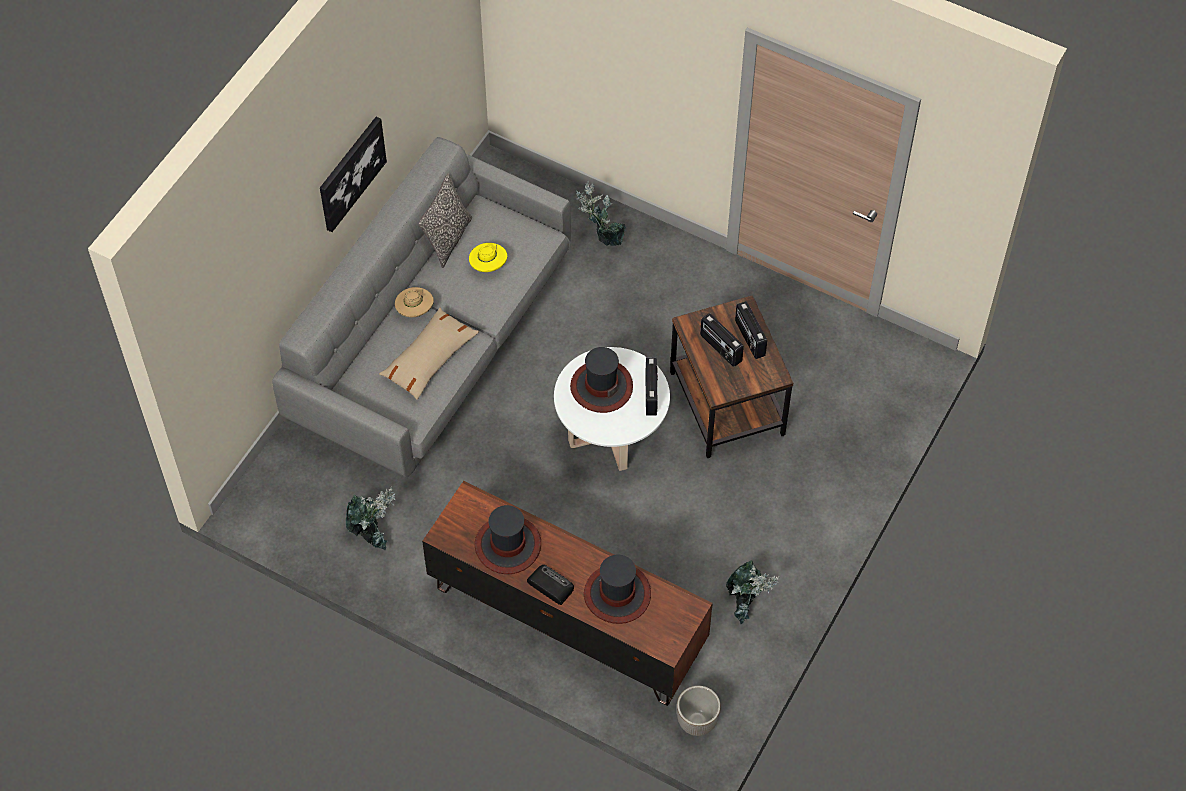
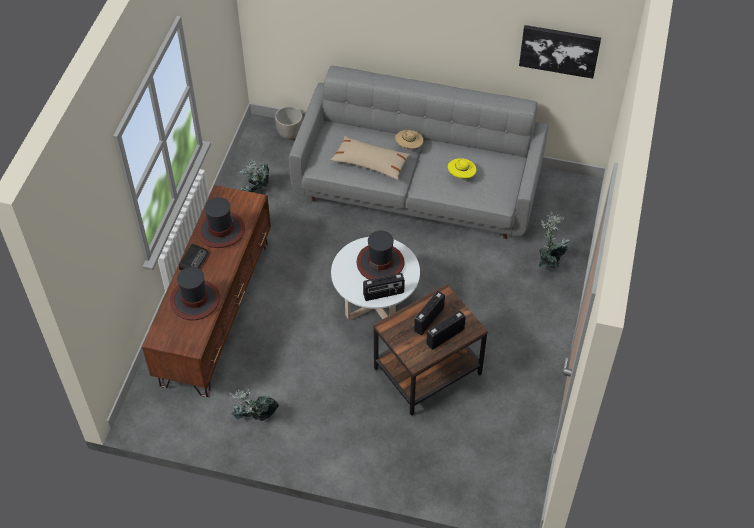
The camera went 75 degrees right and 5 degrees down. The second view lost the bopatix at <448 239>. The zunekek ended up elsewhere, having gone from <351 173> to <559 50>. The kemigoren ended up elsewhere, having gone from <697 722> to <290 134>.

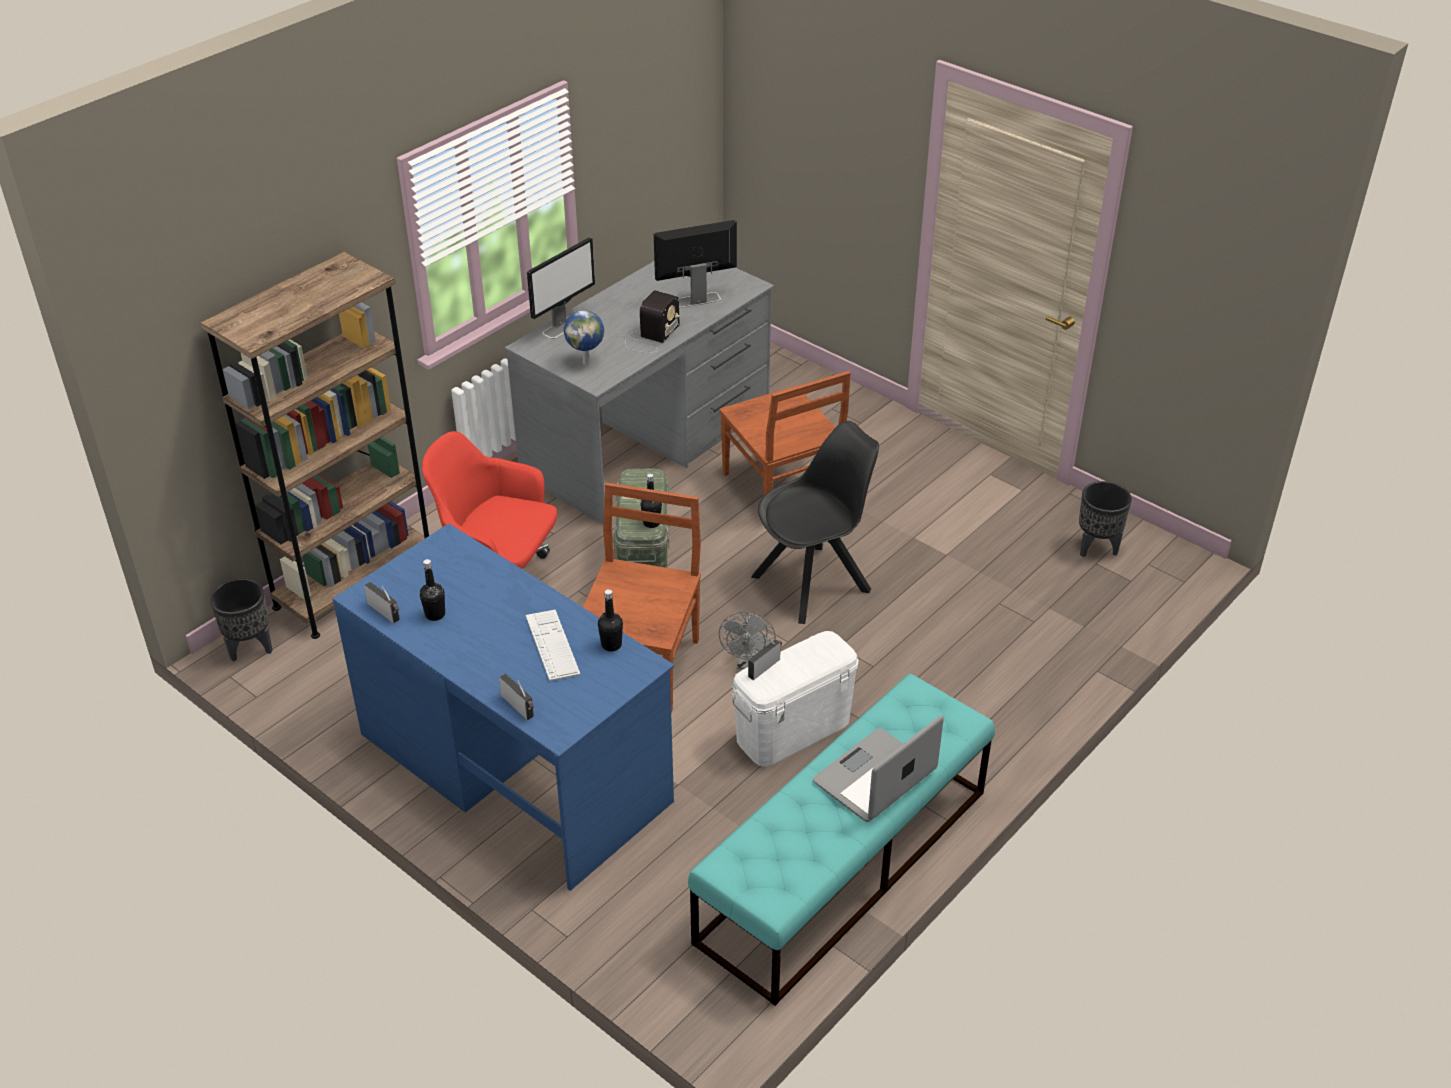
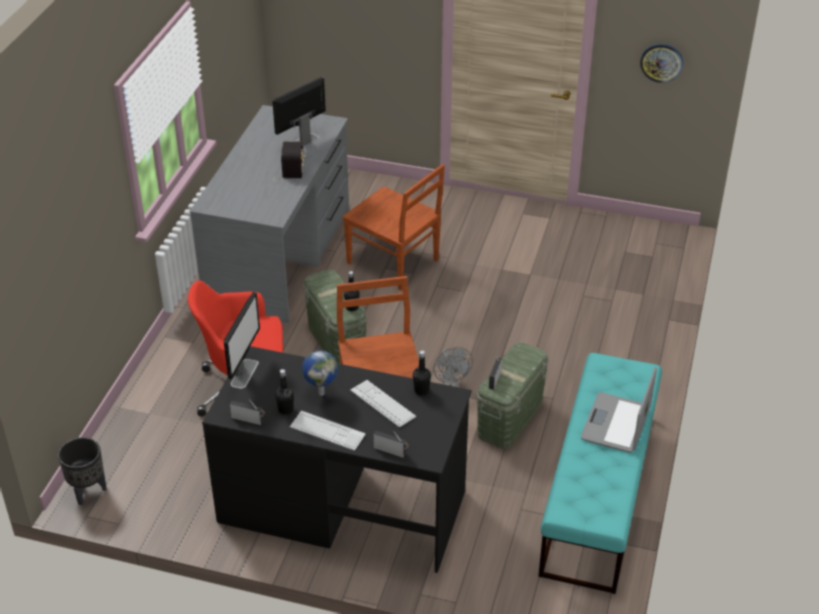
The camera went 25 degrees left and 0 degrees up. The second view lost the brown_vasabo at <354 583>. The second view lost the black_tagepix at <814 582>. The second view lost the black_kemigoren at <1097 548>. The second view gained the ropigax at <327 431>. The second view gained the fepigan at <661 62>. The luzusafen ended up elsewhere, having gone from <563 326> to <244 373>. The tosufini ended up elsewhere, having gone from <586 362> to <321 393>. What was the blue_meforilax at <515 766> turned into the black_meforilax at <342 505>. What was the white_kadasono at <793 730> turned into the green_kadasono at <510 419>.

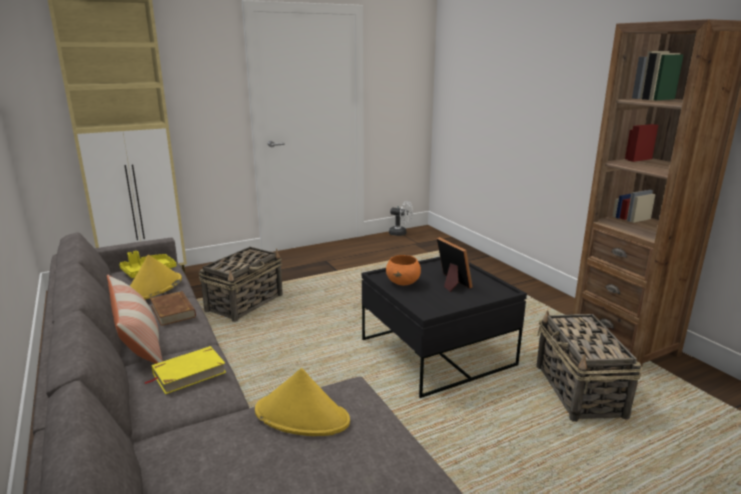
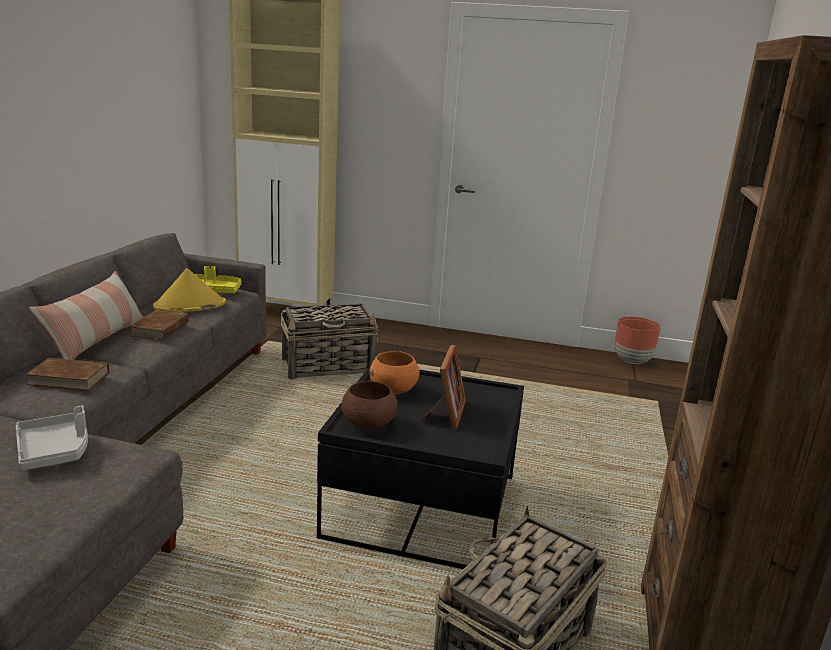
The camera went 40 degrees right and 0 degrees up. The second view gained the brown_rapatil at <368 424>. Where the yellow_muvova stood at <302 416>, the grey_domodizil came to stand at <54 451>. Where the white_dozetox stood at <400 233>, the brown_kemigoren came to stand at <632 361>. What was the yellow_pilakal at <189 373> turned into the brown_pilakal at <69 378>.

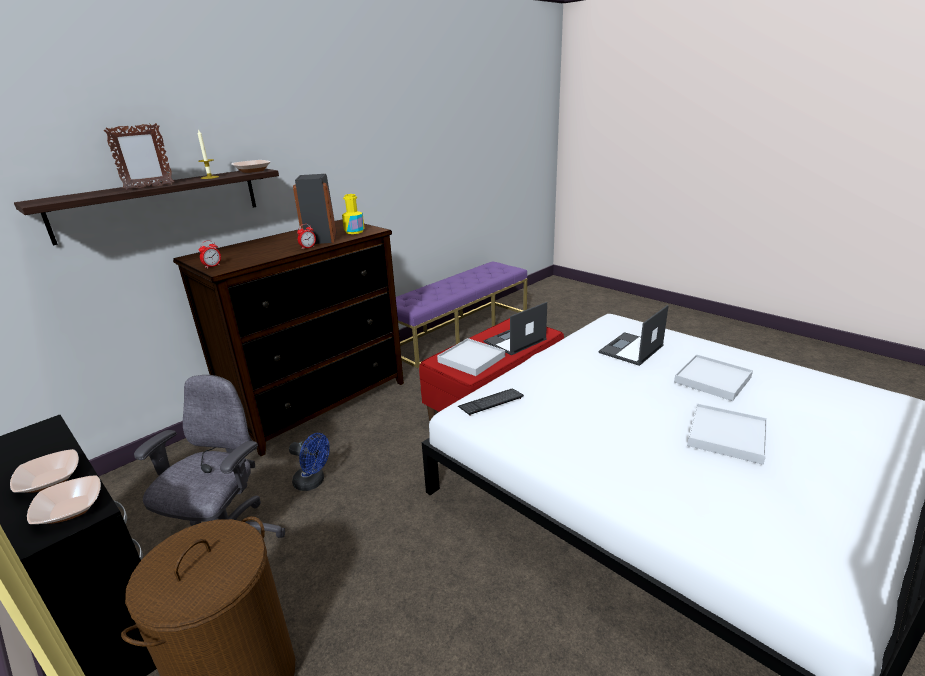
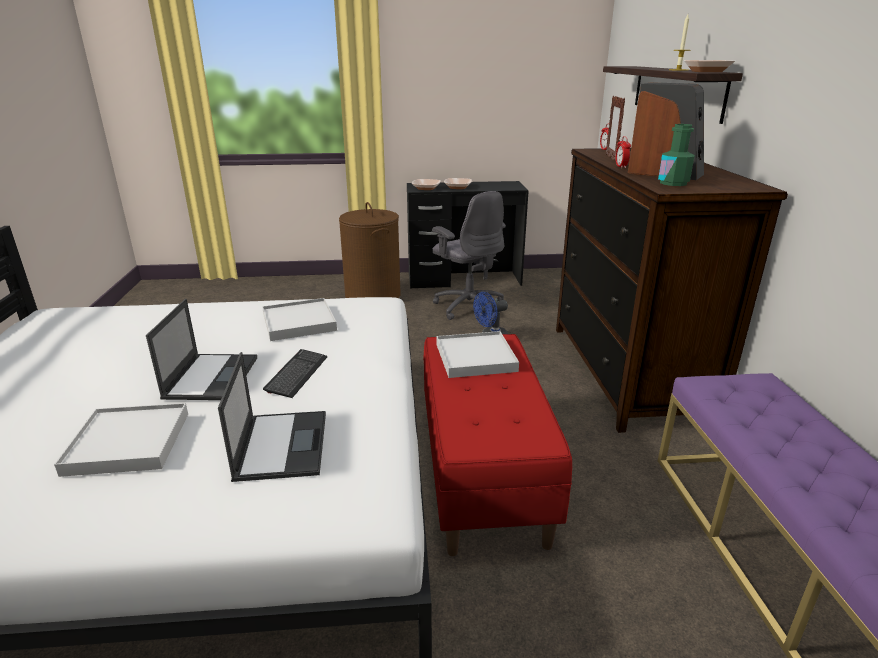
The camera went 130 degrees right and 0 degrees up. The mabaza ended up elsewhere, having gone from <149 187> to <611 158>. The ropigax ended up elsewhere, having gone from <491 402> to <297 374>. The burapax ended up elsewhere, having gone from <514 341> to <212 376>. The white_domodizil ended up elsewhere, having gone from <726 436> to <299 322>. What was the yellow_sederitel at <354 232> turned into the green_sederitel at <673 183>.

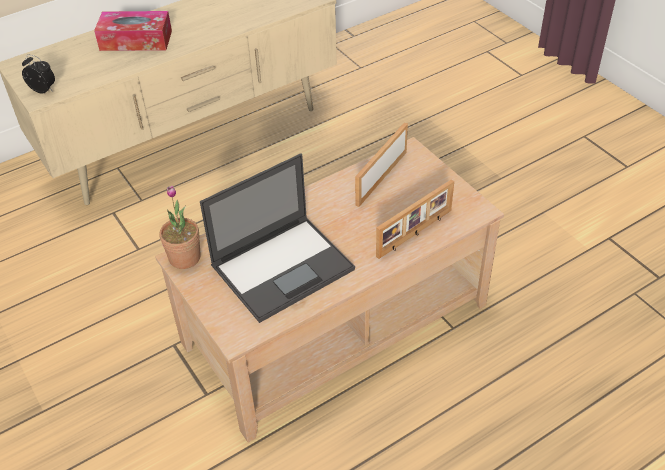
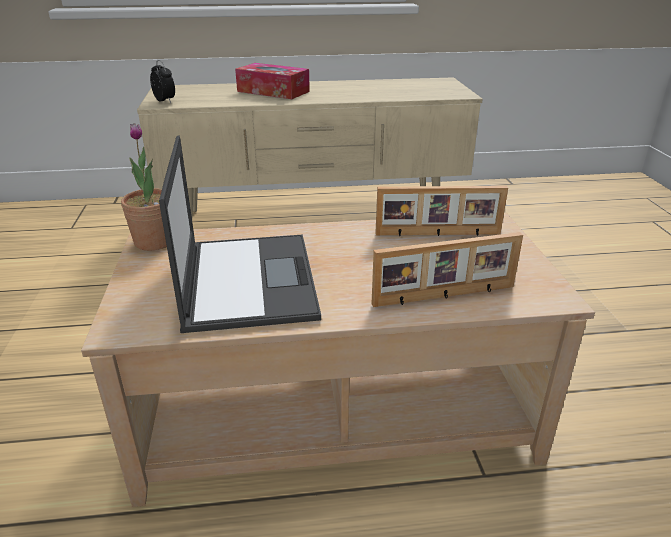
The camera went 25 degrees right and 15 degrees down. The burapax at <284 267> ended up facing another way, 90 degrees counterclockwise from before. The mabaza at <380 177> ended up facing another way, 150 degrees counterclockwise from before.

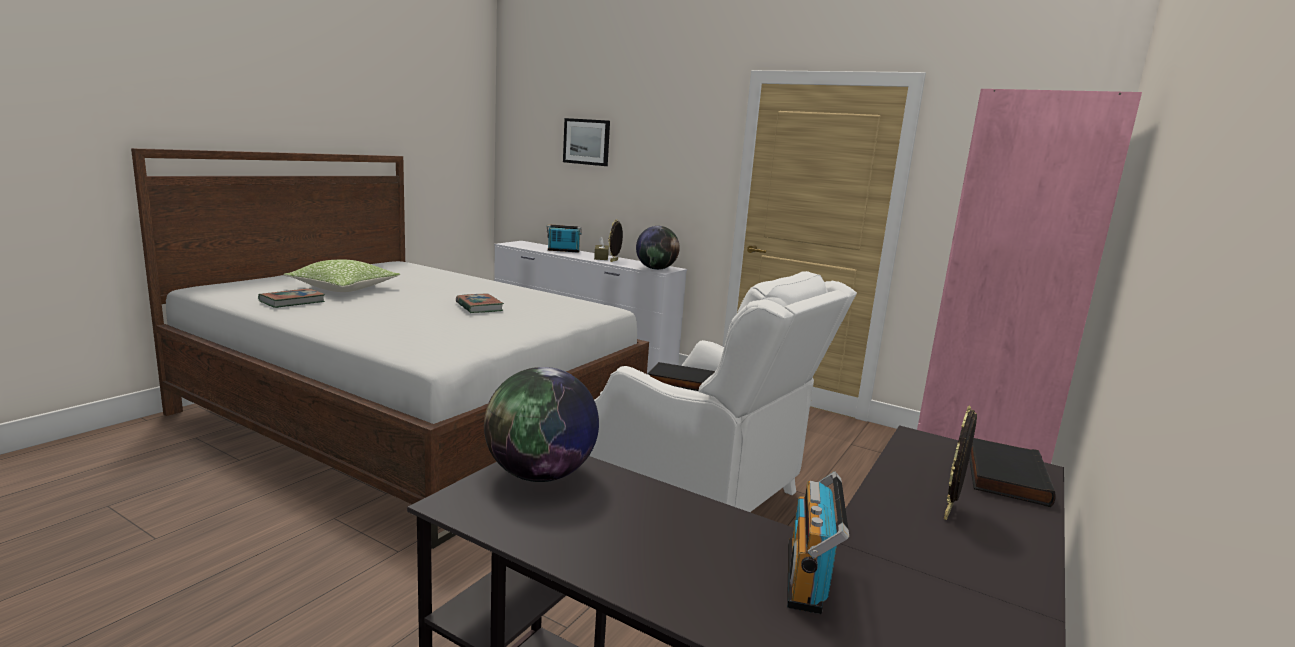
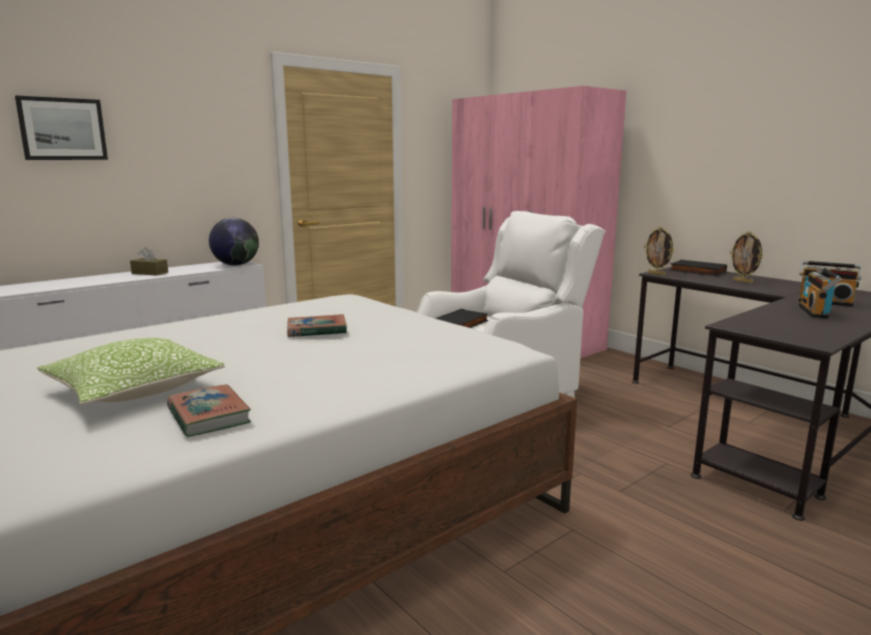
The camera went 70 degrees left and 0 degrees up. The second view lost the tosufini at <540 475>. The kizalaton ended up elsewhere, having gone from <563 251> to <816 312>. The mabaza ended up elsewhere, having gone from <614 261> to <656 274>.

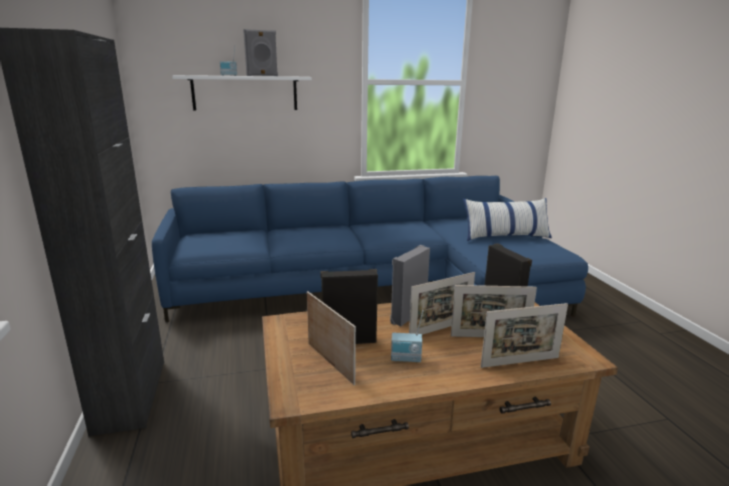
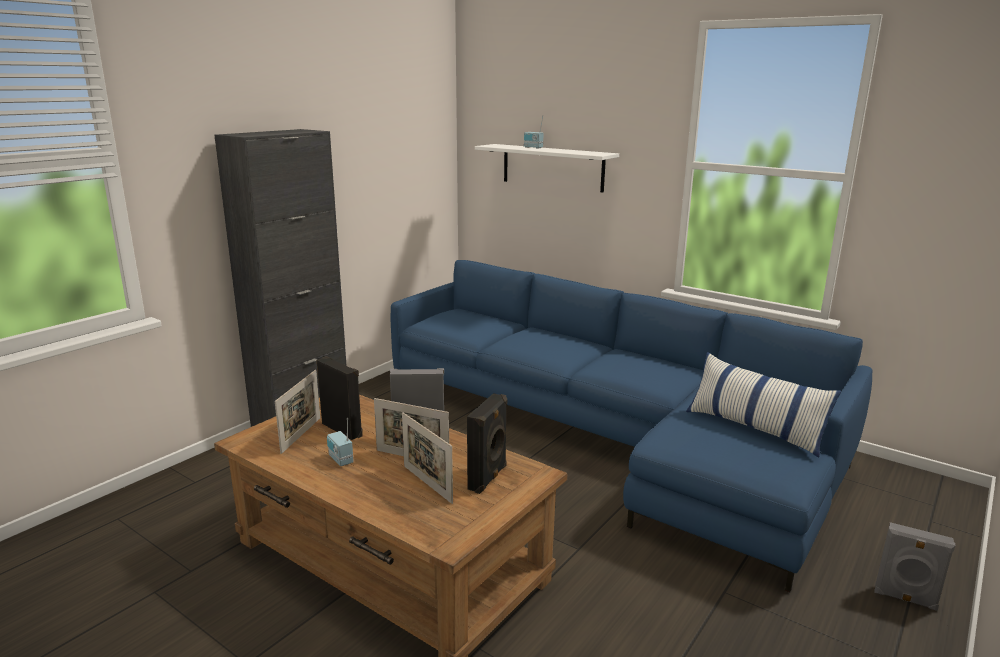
The camera went 50 degrees right and 0 degrees up. The second view lost the mabaza at <520 362>. The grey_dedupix ended up elsewhere, having gone from <262 76> to <905 599>.

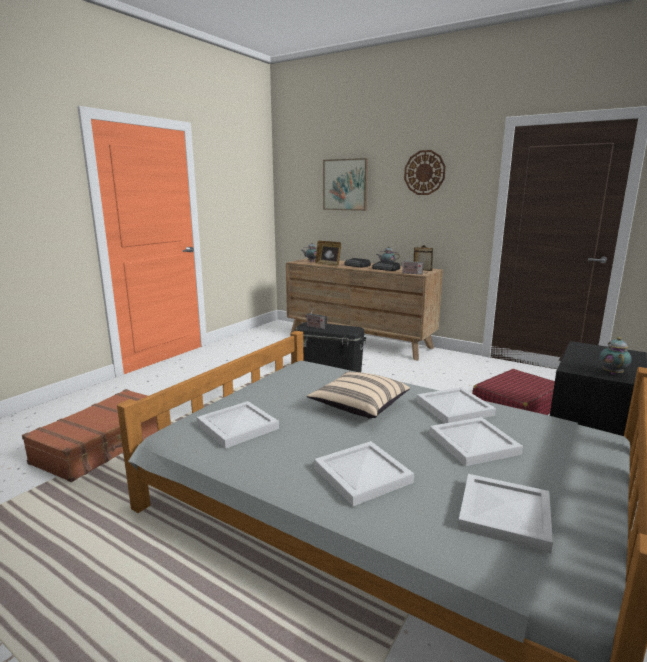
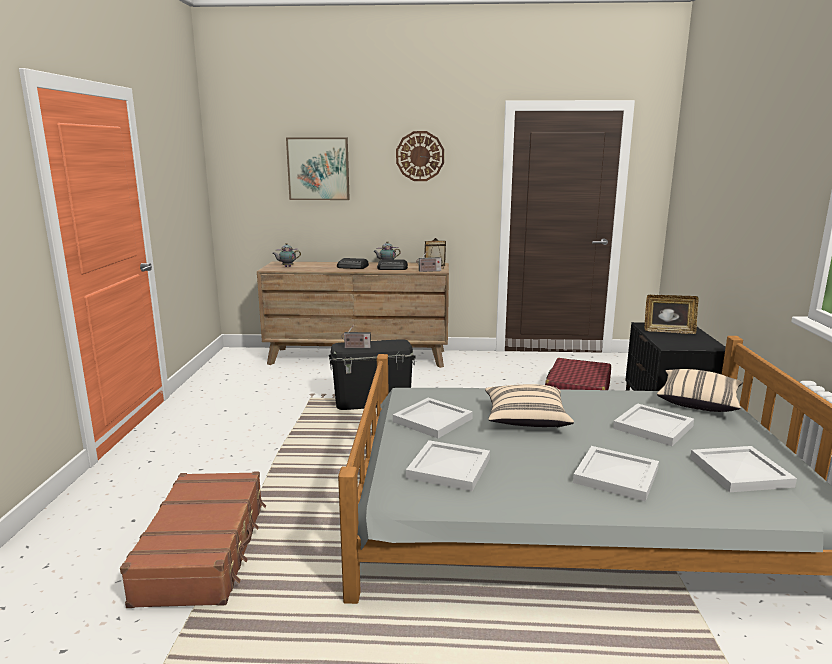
The camera went 30 degrees left and 0 degrees up. The second view lost the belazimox at <612 373>. The second view gained the beige_bopatix at <698 402>. The mabaza ended up elsewhere, having gone from <328 265> to <668 331>. The white_domodizil ended up elsewhere, having gone from <454 408> to <432 421>.

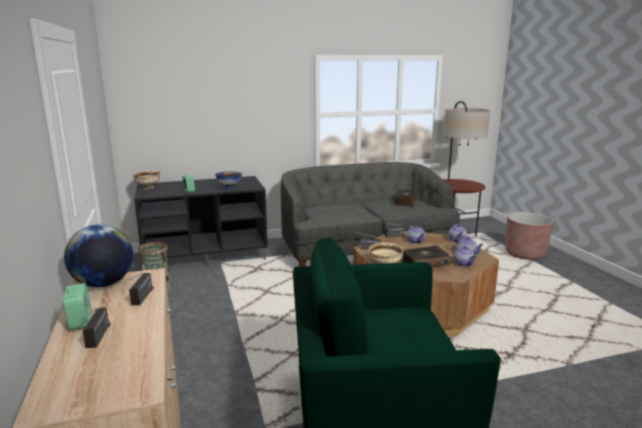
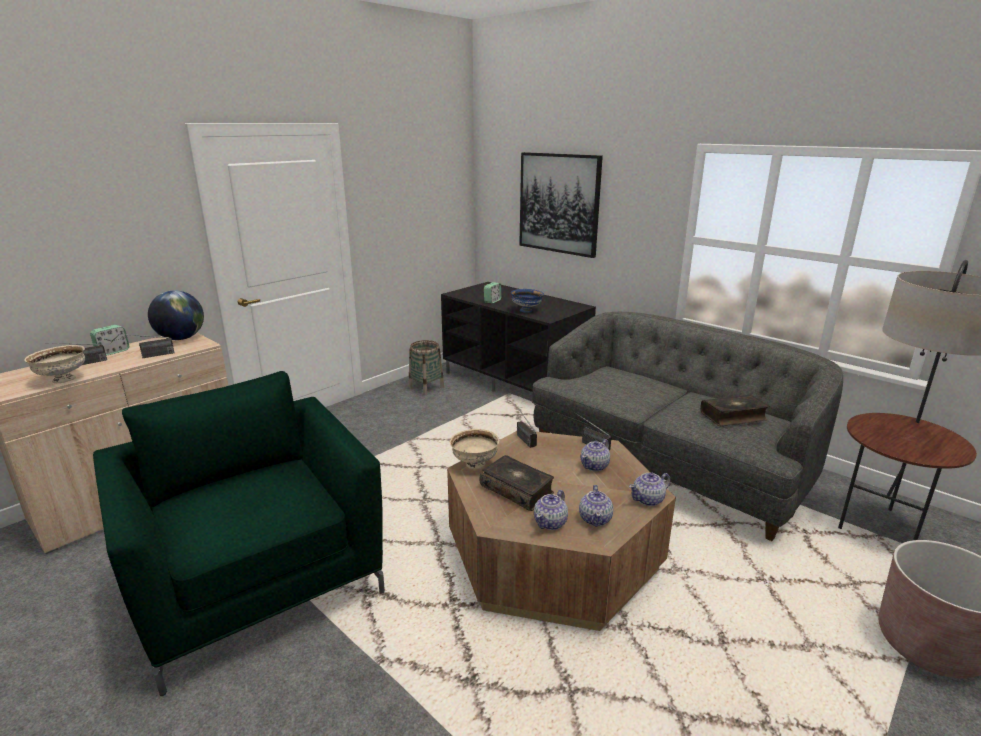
The camera went 60 degrees right and 5 degrees up. The second view gained the zunekek at <559 203>. The beige_rapatil ended up elsewhere, having gone from <148 188> to <62 380>.

